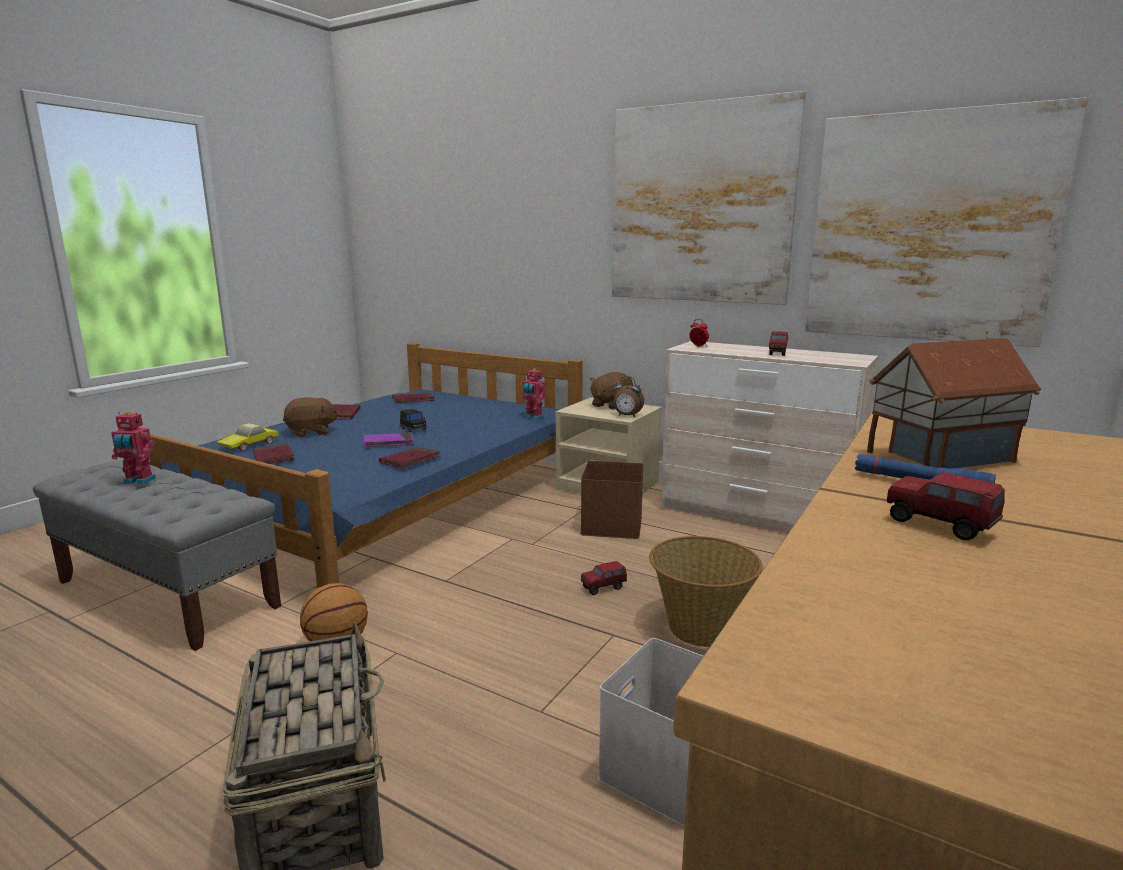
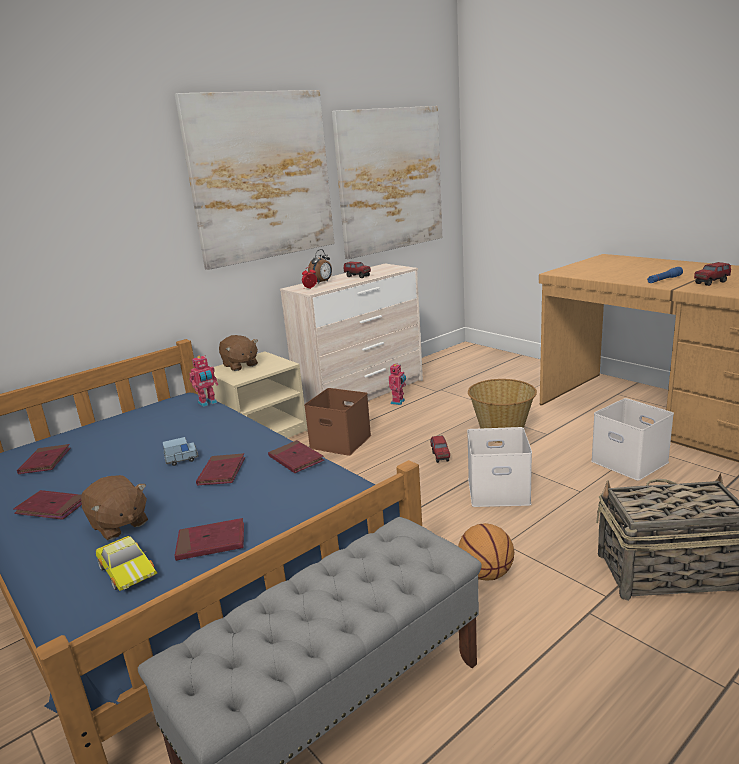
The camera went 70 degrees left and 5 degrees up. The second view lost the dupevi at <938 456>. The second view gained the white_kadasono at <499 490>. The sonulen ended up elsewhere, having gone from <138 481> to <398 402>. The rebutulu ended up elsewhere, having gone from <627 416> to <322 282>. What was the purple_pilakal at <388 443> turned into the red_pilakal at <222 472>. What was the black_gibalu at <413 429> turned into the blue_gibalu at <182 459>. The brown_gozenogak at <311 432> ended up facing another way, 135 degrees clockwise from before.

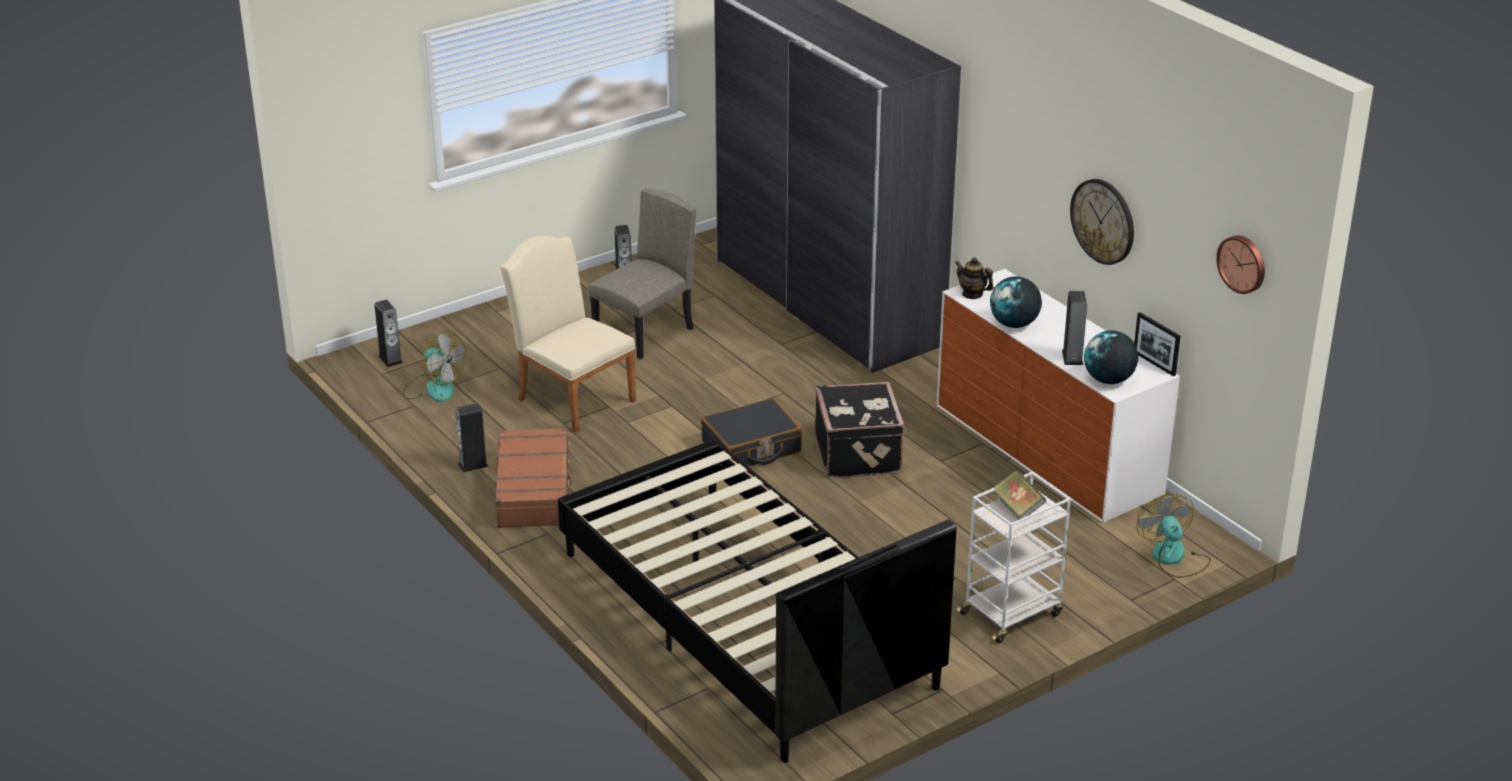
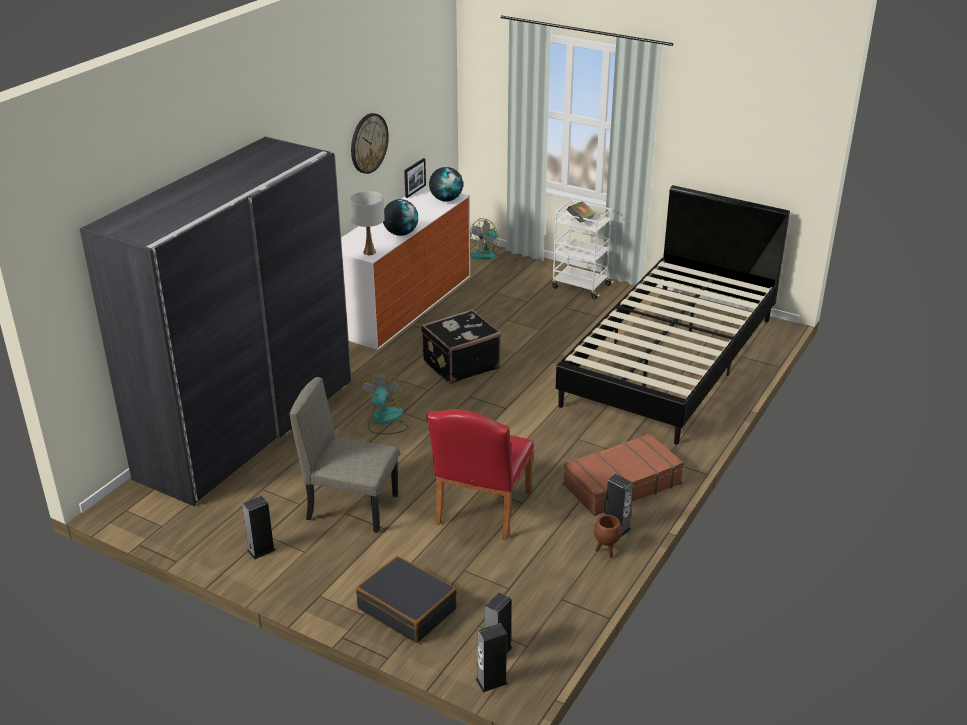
The camera went 115 degrees left and 0 degrees up. The second view lost the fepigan at <1243 263>. The second view gained the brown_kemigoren at <606 551>. The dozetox ended up elsewhere, having gone from <433 388> to <385 420>. The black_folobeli ended up elsewhere, having gone from <751 447> to <407 608>. The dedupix ended up elsewhere, having gone from <1072 357> to <491 681>. Where the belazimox stood at <972 294>, the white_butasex came to stand at <369 252>. What was the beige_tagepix at <571 397> turned into the red_tagepix at <481 512>.

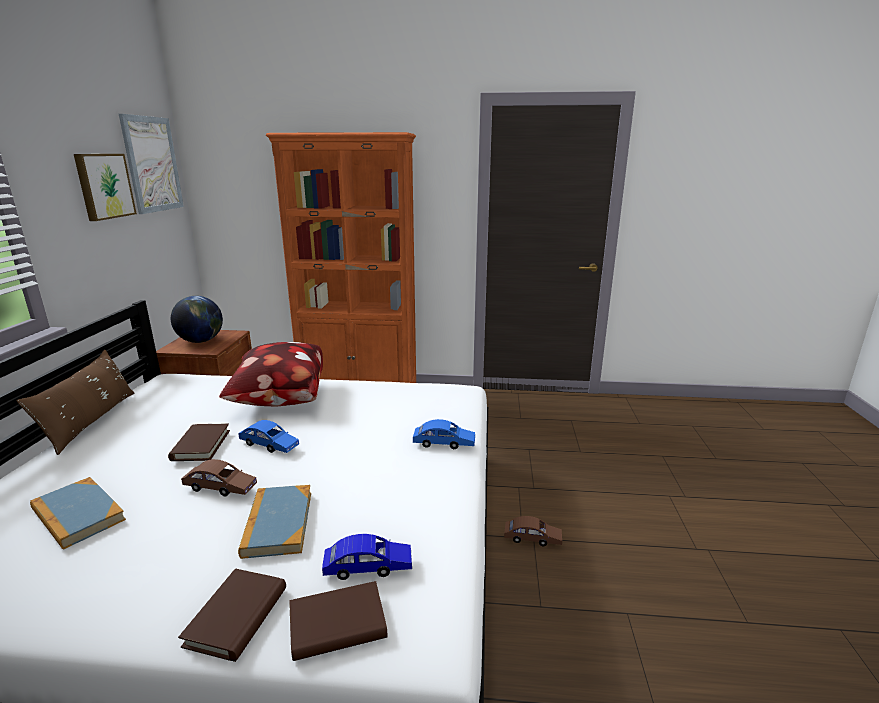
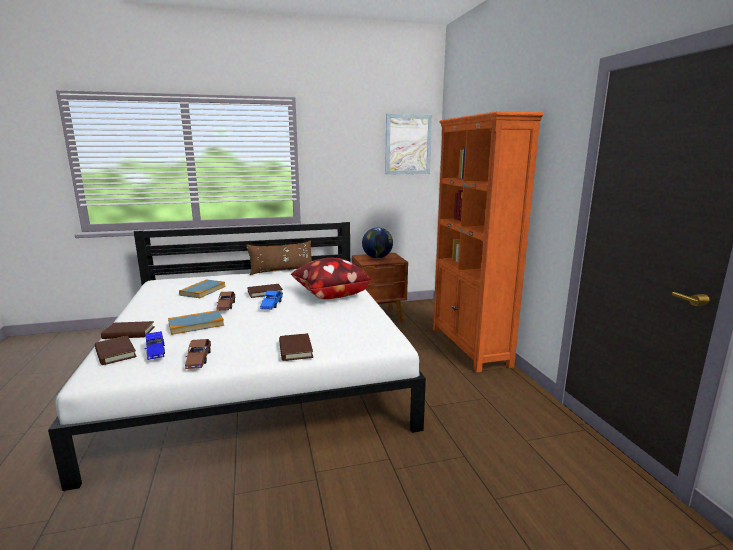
The camera went 70 degrees right and 5 degrees down. The second view lost the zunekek at <103 186>. The brown_gibalu ended up elsewhere, having gone from <532 538> to <199 359>. Where the blue_gibalu stood at <444 443>, the brown_pilakal came to stand at <295 349>.

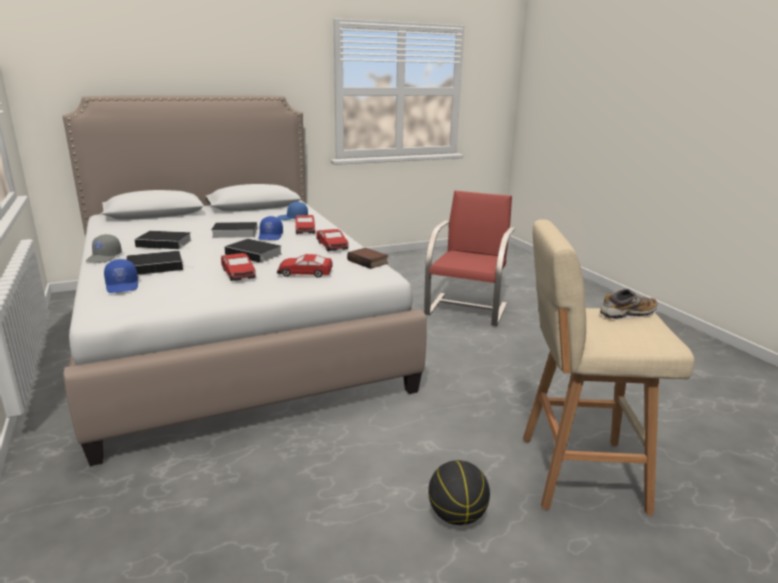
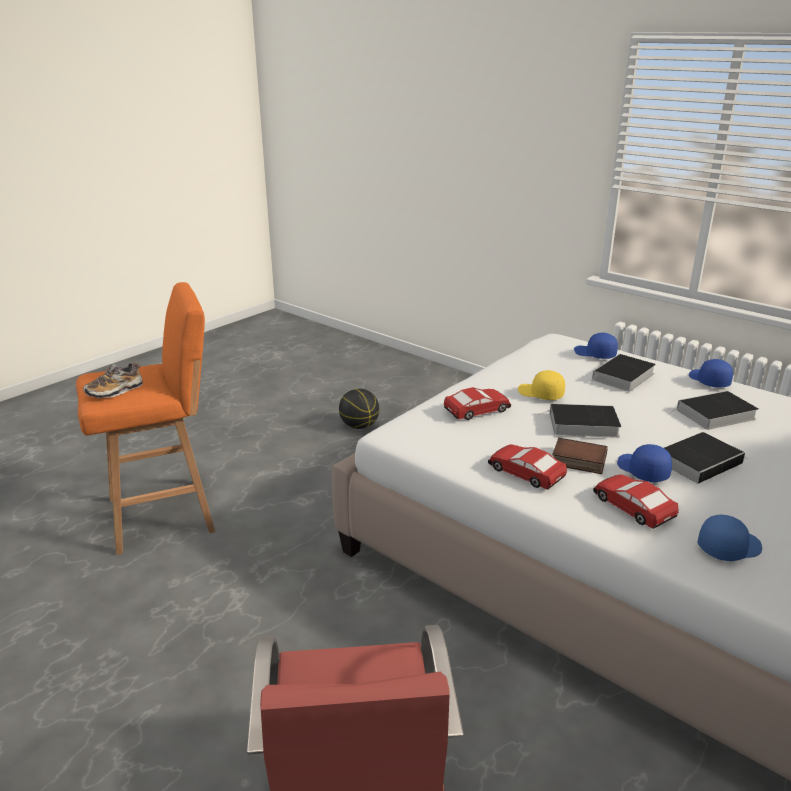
The camera went 155 degrees right and 5 degrees up. The pilakal ended up elsewhere, having gone from <369 262> to <577 461>. The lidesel ended up elsewhere, having gone from <456 516> to <359 426>. Where the gibalu stood at <238 273>, the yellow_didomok came to stand at <540 394>. What was the grey_didomok at <104 257> turned into the blue_didomok at <708 381>. What was the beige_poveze at <576 472> turned into the orange_poveze at <166 514>.

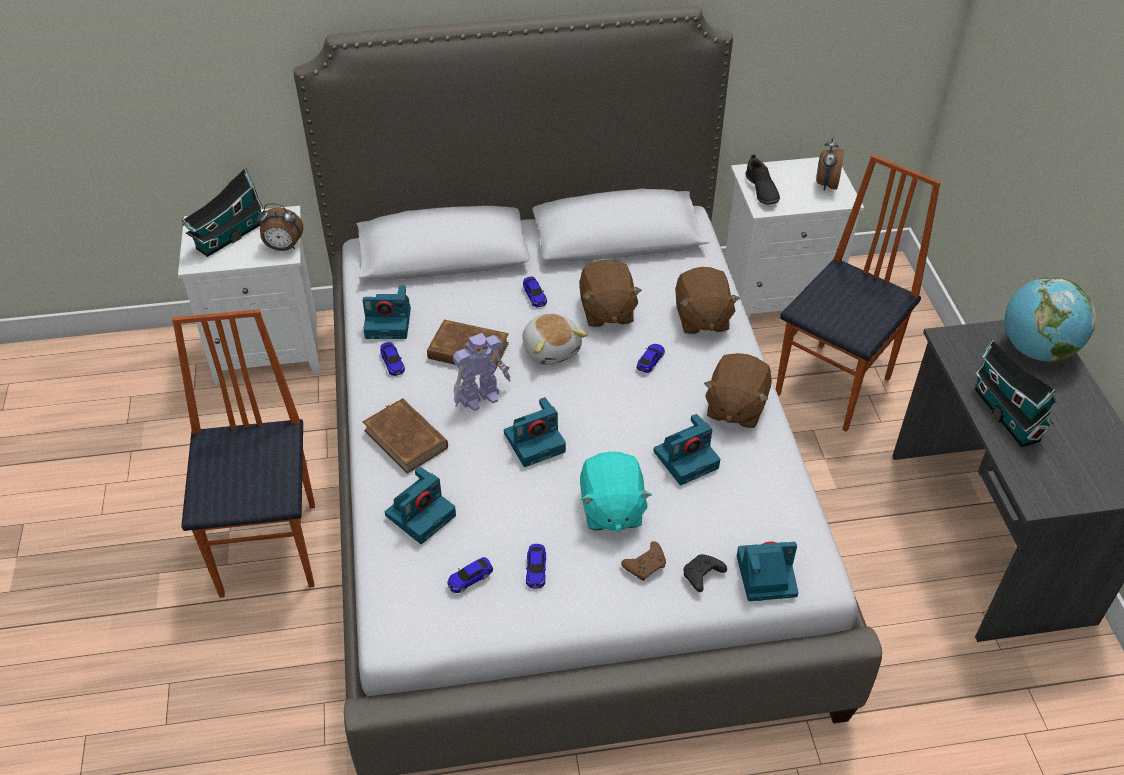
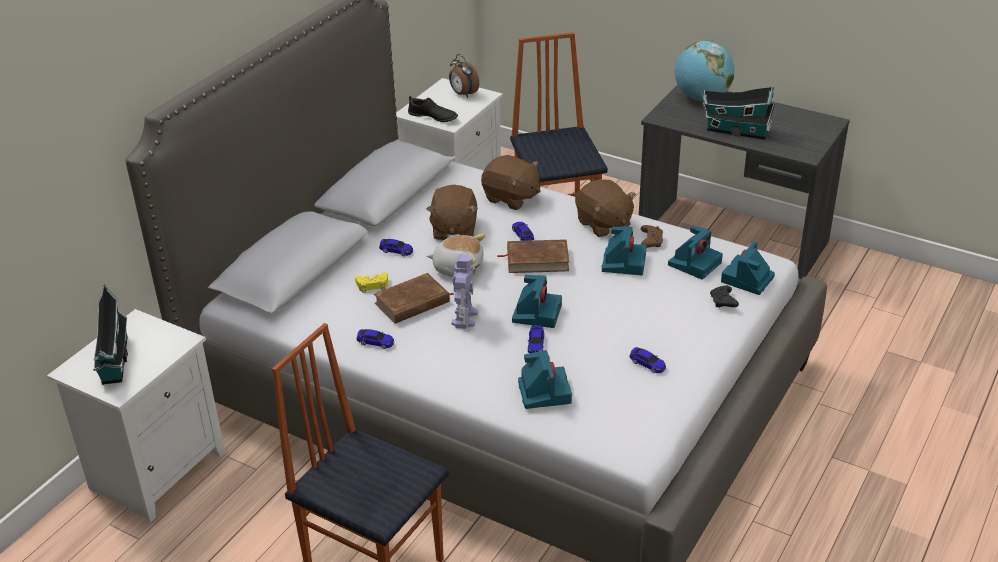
The camera went 50 degrees left and 10 degrees down. The second view lost the rebutulu at <283 248>. The second view lost the turquoise_gozenogak at <611 509>. The second view gained the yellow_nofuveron at <372 285>. The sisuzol ended up elsewhere, having gone from <389 322> to <694 263>. The brown_pilakal ended up elsewhere, having gone from <406 438> to <537 260>. The gibalu ended up elsewhere, having gone from <470 578> to <536 344>. The brown_nofuveron ended up elsewhere, having gone from <646 565> to <650 241>. The brown_gozenogak at <606 311> ended up facing another way, 60 degrees clockwise from before.

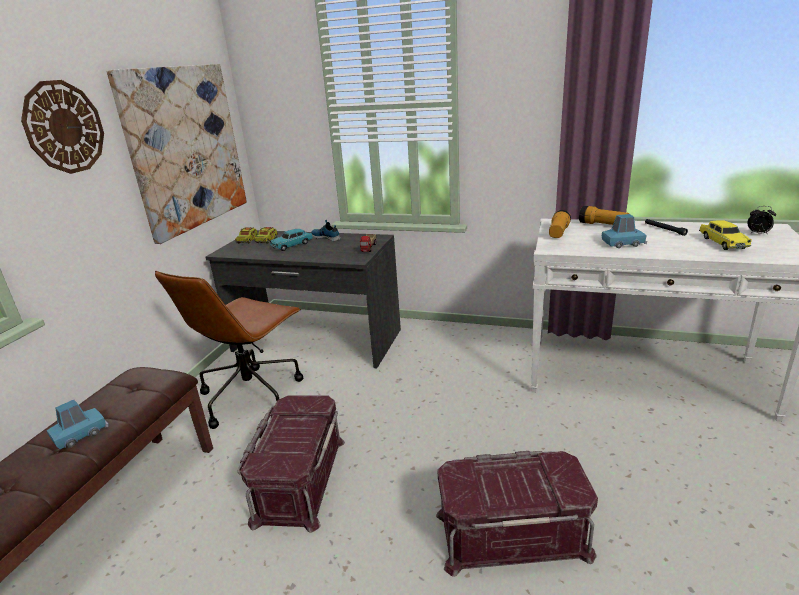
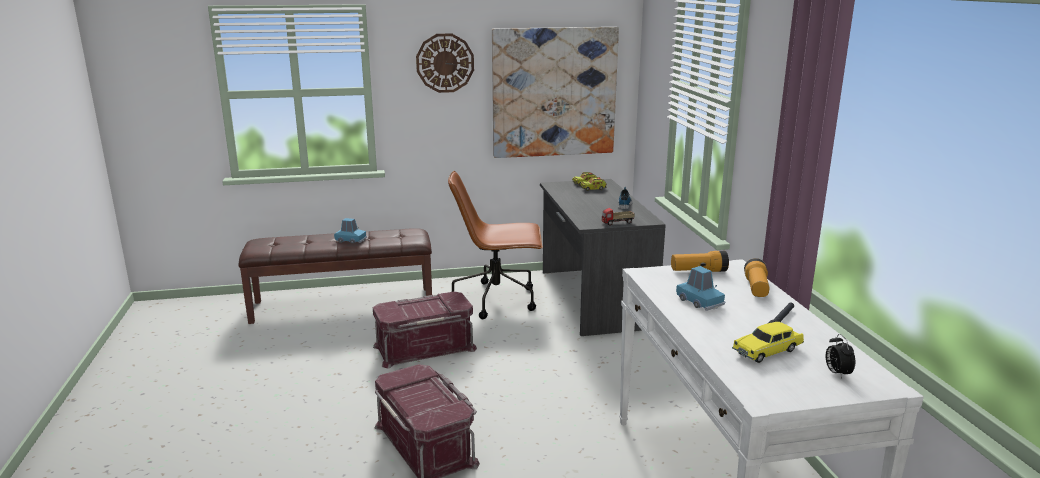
The camera went 60 degrees right and 5 degrees down. The second view lost the turquoise_gibalu at <292 245>.

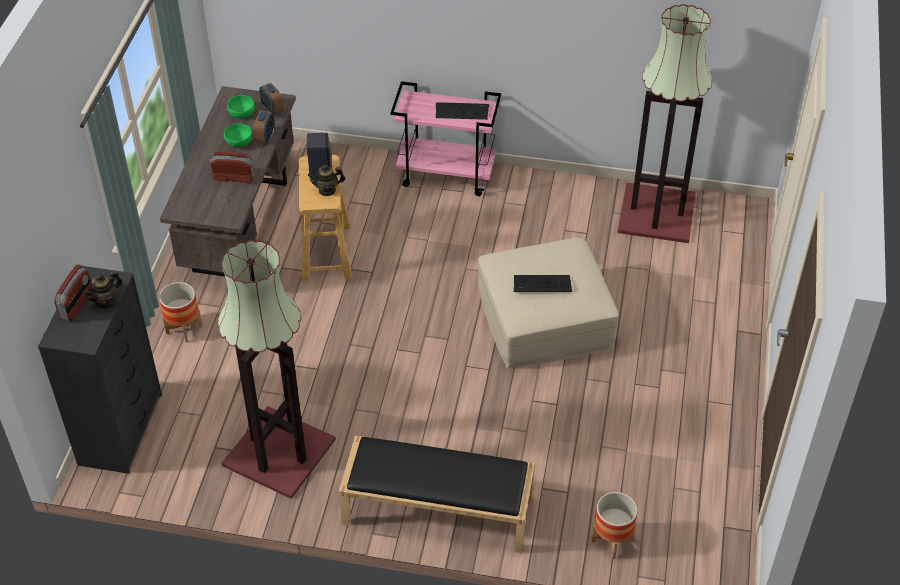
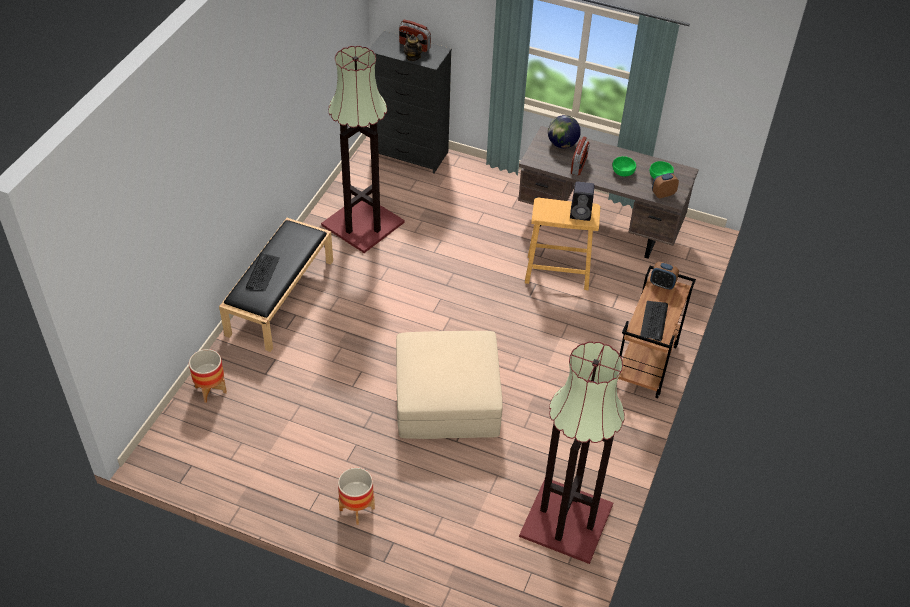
The camera went 100 degrees right and 0 degrees up. The second view lost the belazimox at <327 190>. The second view gained the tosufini at <562 144>. The kemigoren ended up elsewhere, having gone from <184 329> to <357 509>. The rebutulu ended up elsewhere, having gone from <265 137> to <662 284>. The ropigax ended up elsewhere, having gone from <542 284> to <262 272>. What was the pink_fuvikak at <447 175> turned into the brown_fuvikak at <645 365>.

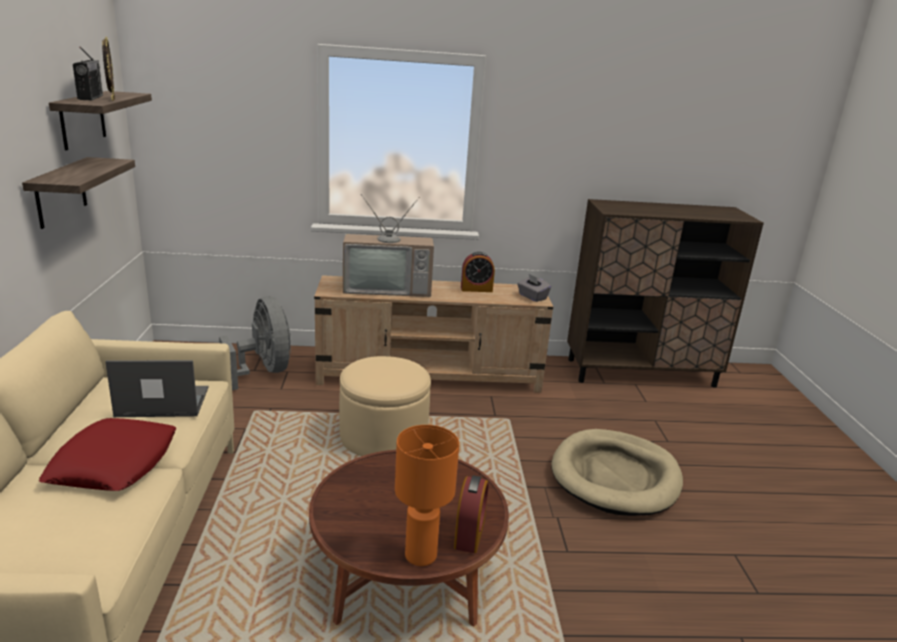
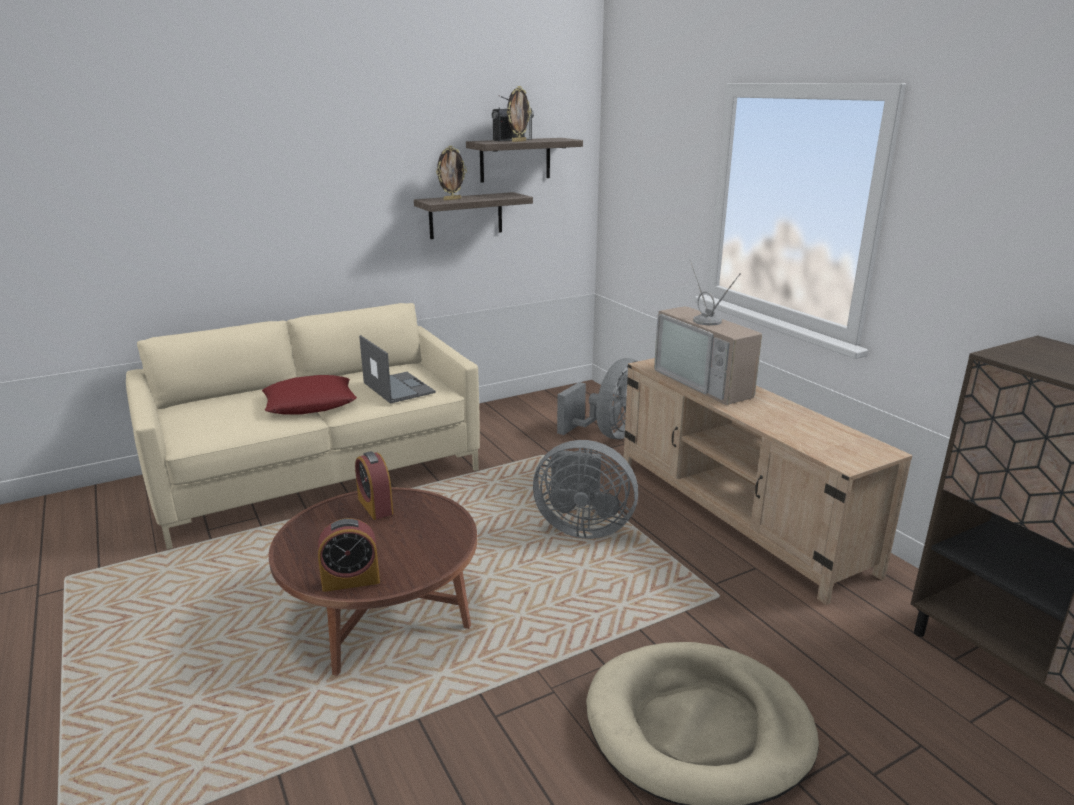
The camera went 65 degrees right and 0 degrees up. The second view lost the orange_butasex at <421 555>. The second view lost the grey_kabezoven at <532 297>. The second view gained the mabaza at <452 199>. The rebutulu ended up elsewhere, having gone from <476 289> to <375 506>. Where the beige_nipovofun stood at <383 435>, the grey_dozetox came to stand at <582 527>.

